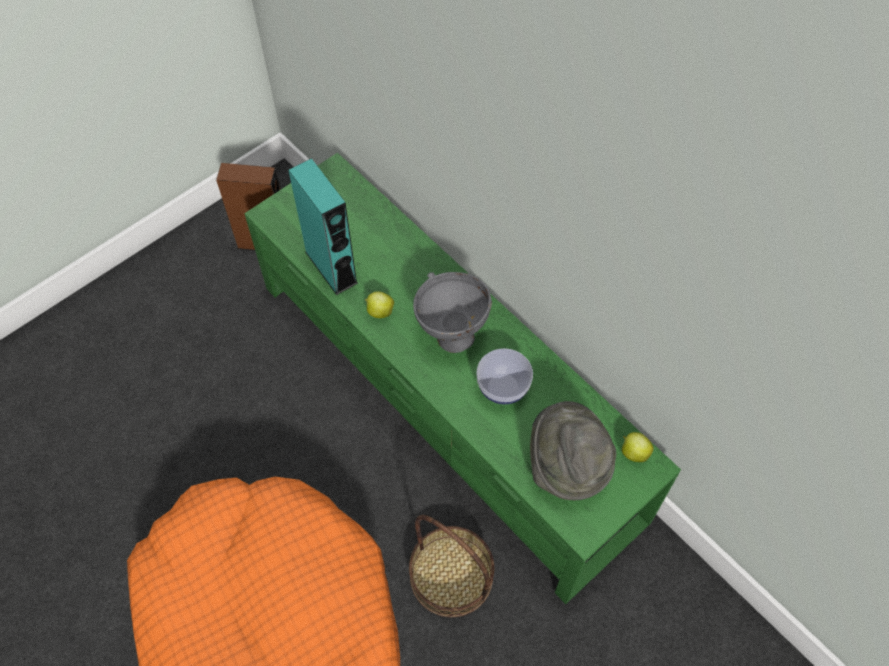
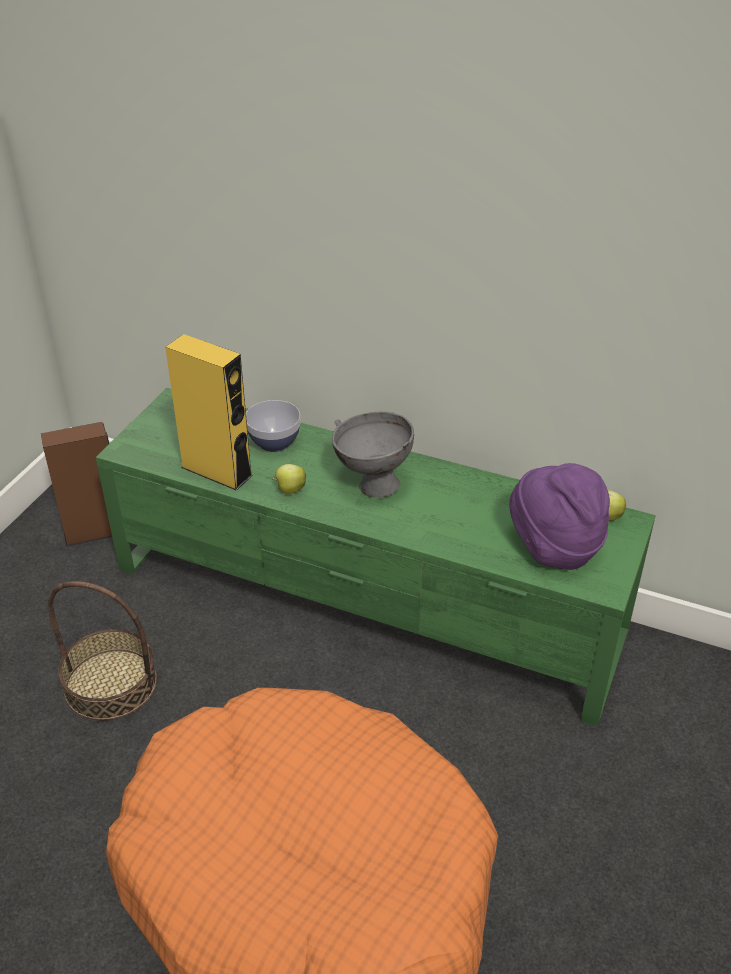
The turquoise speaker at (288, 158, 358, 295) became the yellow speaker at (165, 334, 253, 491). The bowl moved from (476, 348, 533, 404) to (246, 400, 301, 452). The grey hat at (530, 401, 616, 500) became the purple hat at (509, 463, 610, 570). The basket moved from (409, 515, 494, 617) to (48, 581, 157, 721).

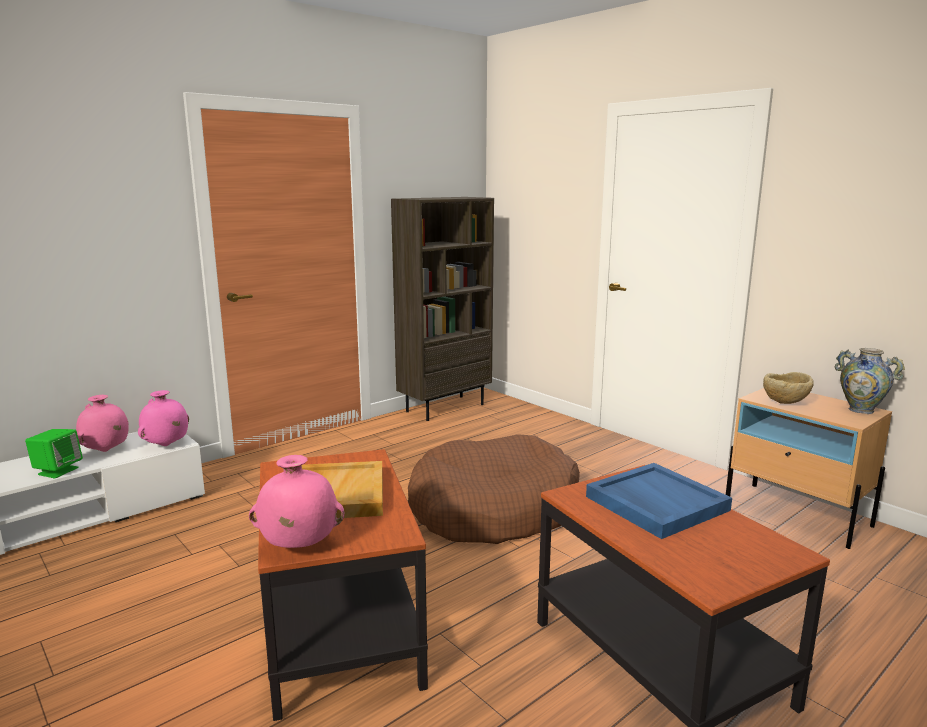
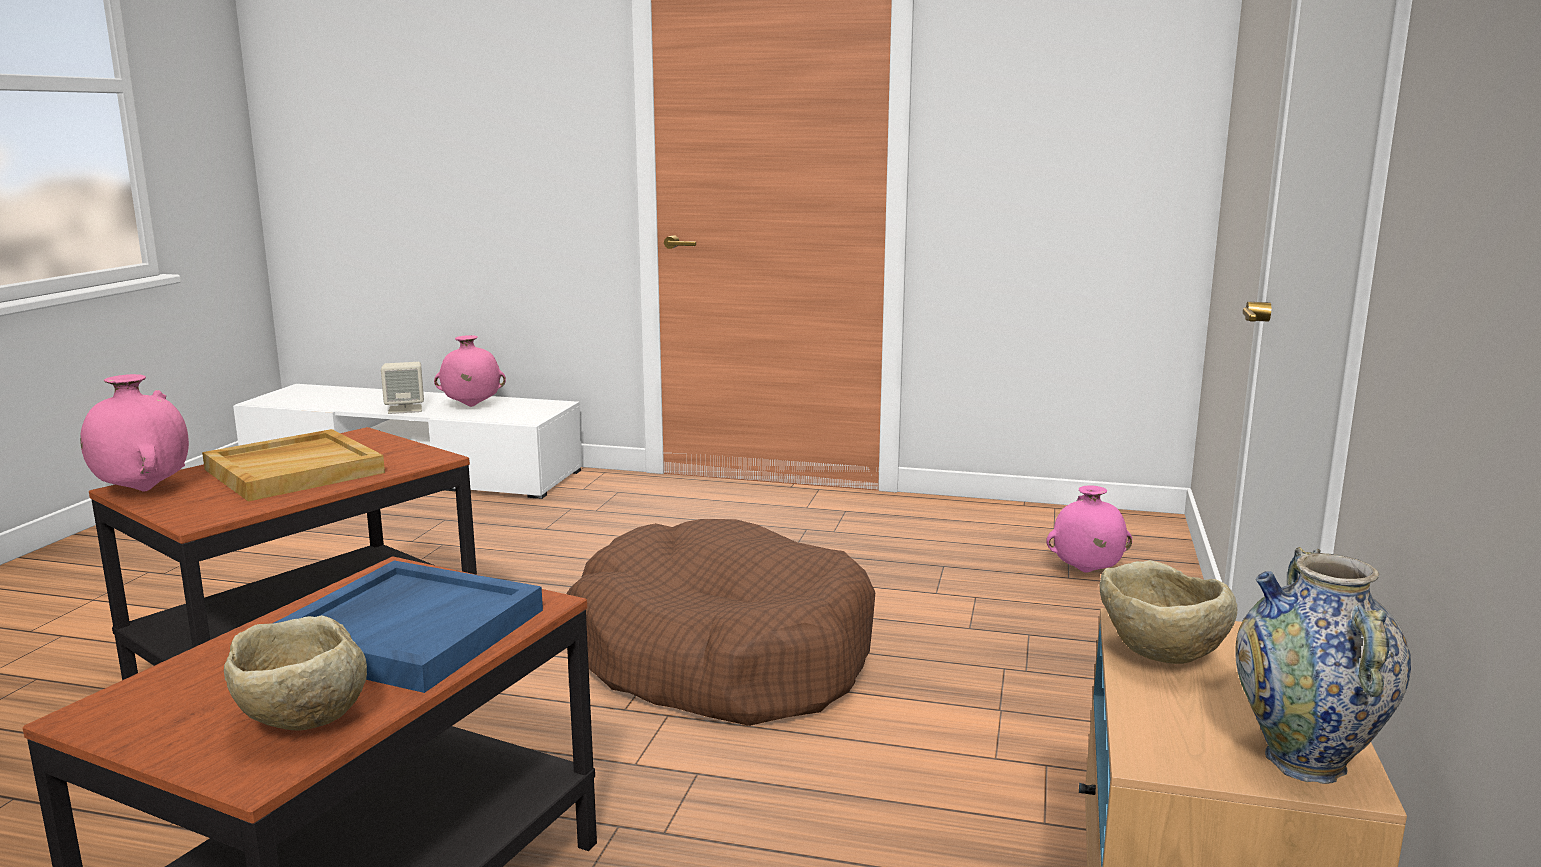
The brown bookcase at (391, 197, 494, 421) disappeared. The pink vase moved from (138, 390, 189, 446) to (1046, 485, 1132, 573). The green speaker at (25, 429, 83, 479) became the beige speaker at (381, 362, 424, 414). The beige bowl at (224, 615, 367, 731) appeared.

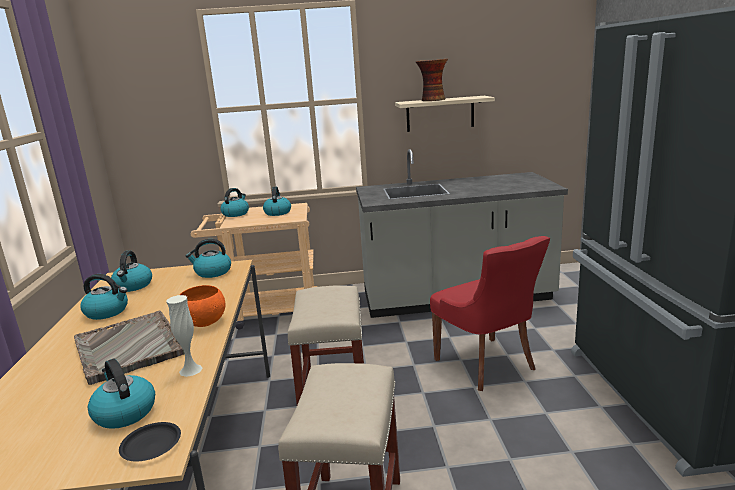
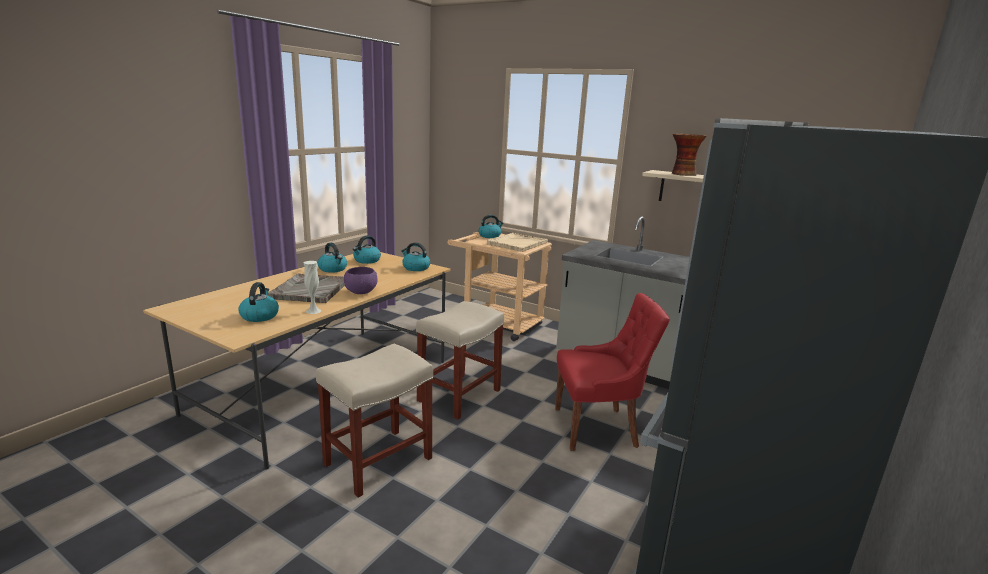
The kettle at (263, 187, 291, 216) was replaced by the beige tray at (487, 233, 548, 252). The red chair at (430, 236, 550, 391) turned 105 degrees counterclockwise. The orange bowl at (180, 285, 225, 327) became the purple bowl at (344, 267, 378, 294). The black plate at (119, 422, 181, 461) disappeared.

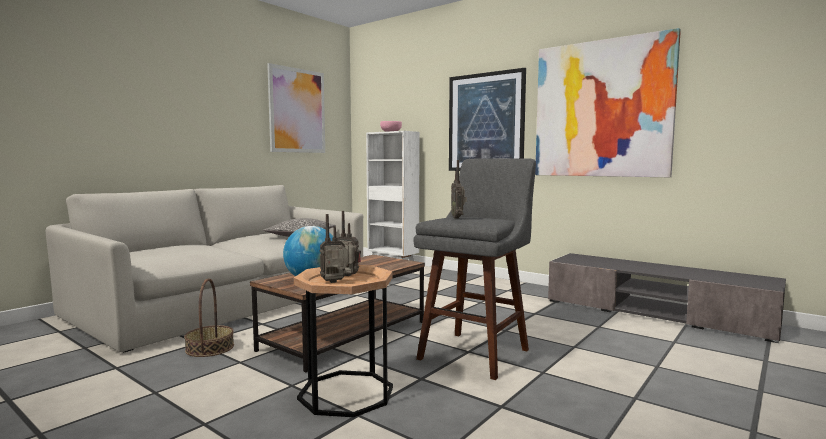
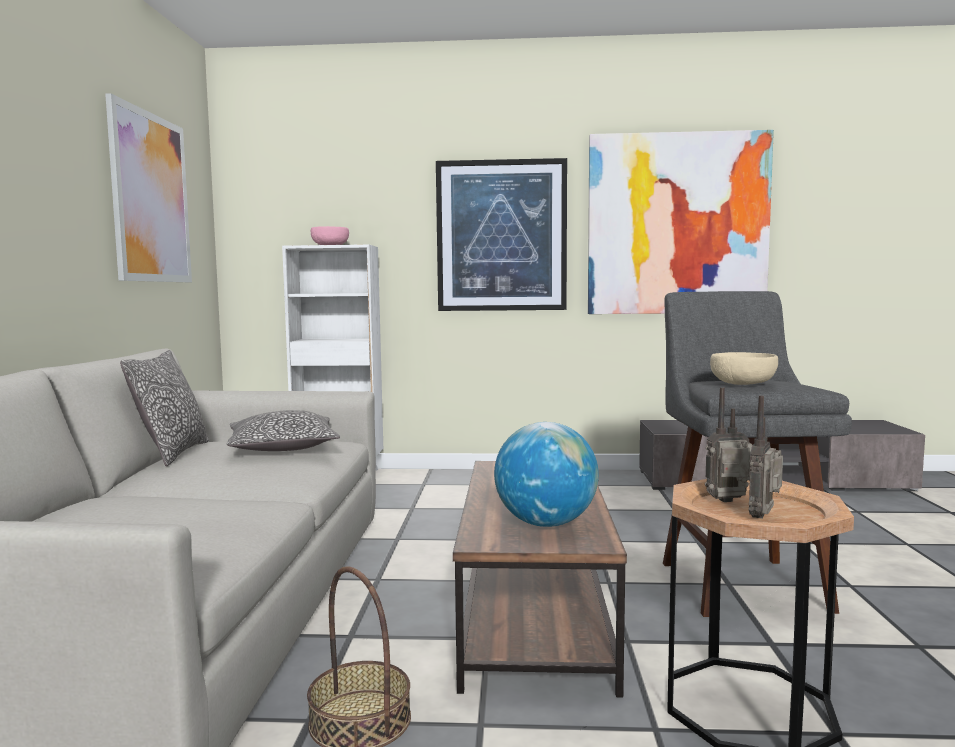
The radio at (451, 160, 467, 219) was replaced by the beige bowl at (710, 352, 778, 385). The pillow at (120, 350, 209, 466) appeared.

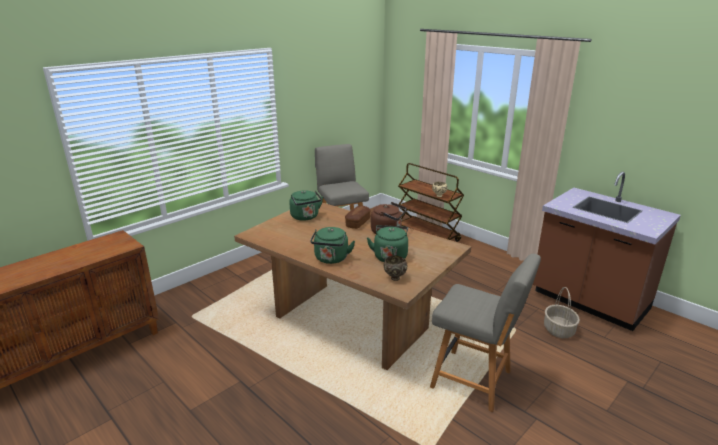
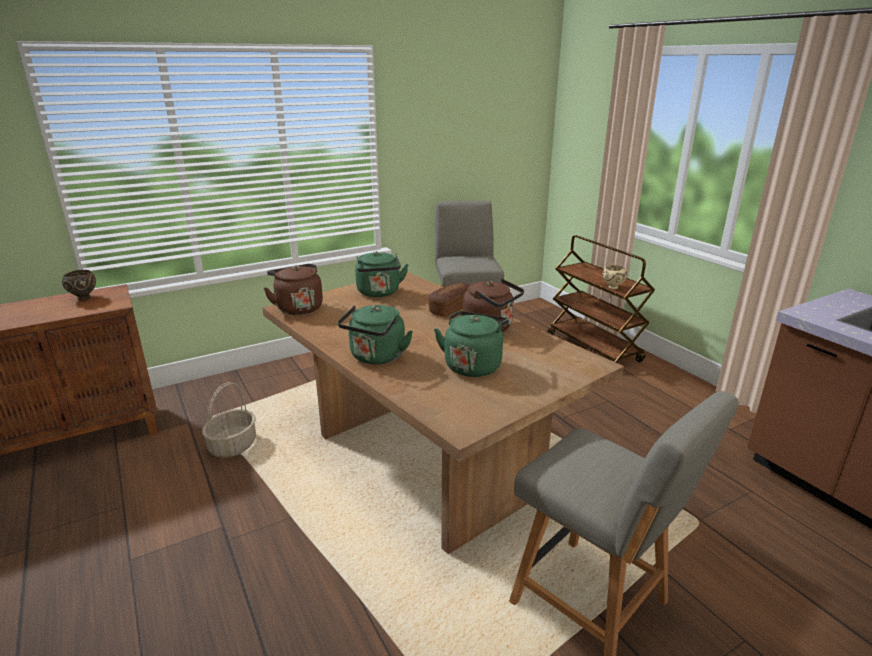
The brown bowl moved from (383, 256, 407, 281) to (62, 270, 96, 300). The basket moved from (544, 287, 580, 338) to (202, 382, 256, 458). The brown kettle at (264, 264, 323, 315) appeared.

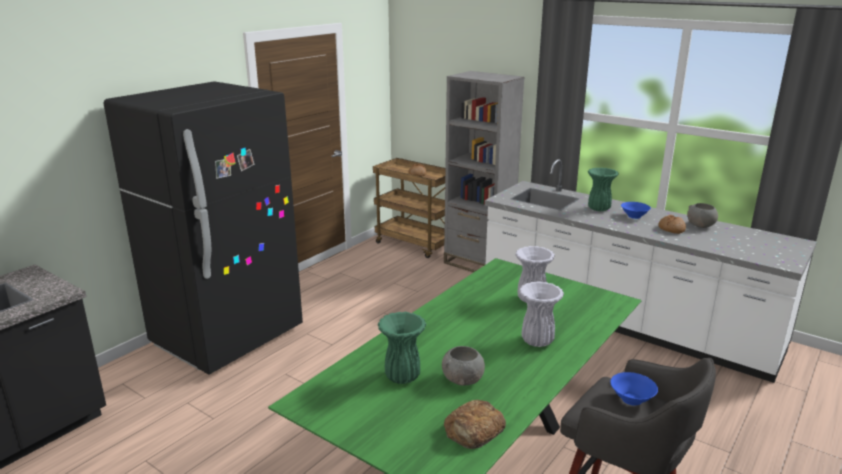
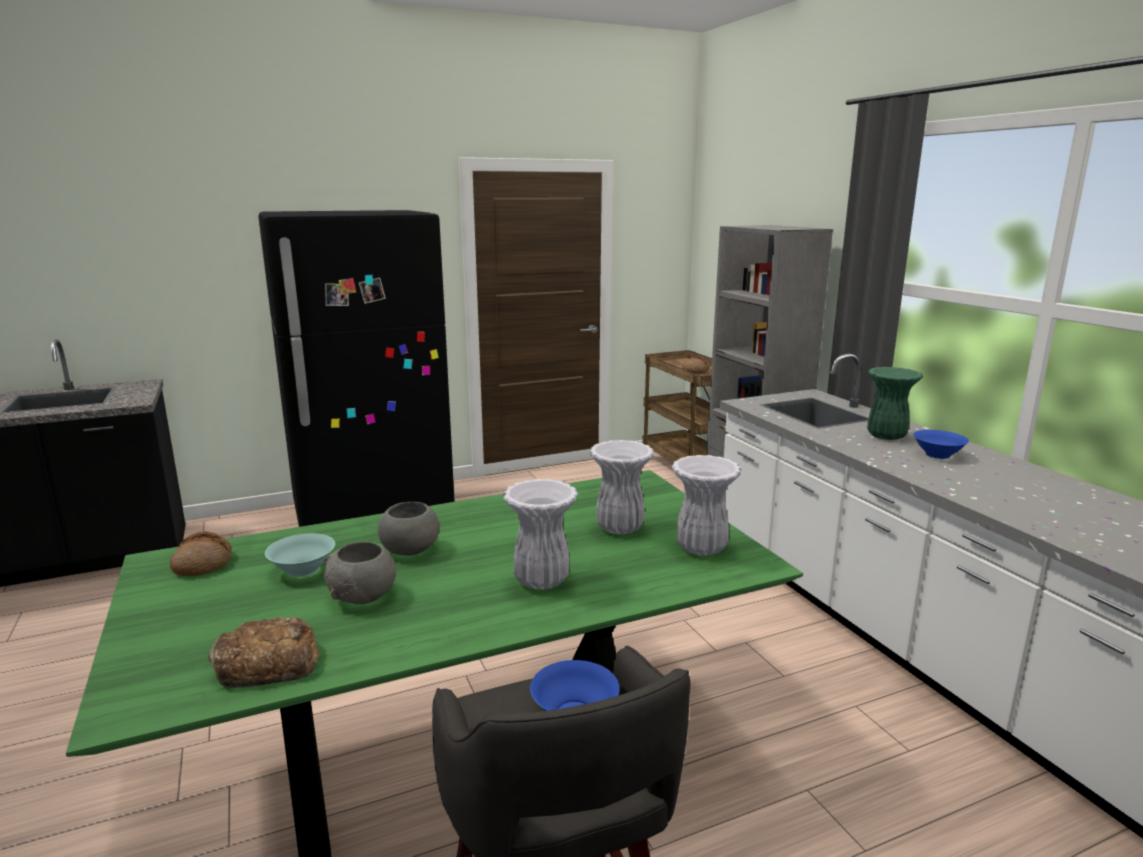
The grey bowl moved from (687, 203, 718, 228) to (378, 502, 440, 556). The bread moved from (658, 215, 686, 234) to (170, 532, 232, 576). The green vase at (378, 312, 426, 384) was replaced by the turquoise bowl at (265, 533, 335, 577). The white vase at (672, 455, 741, 556) appeared.

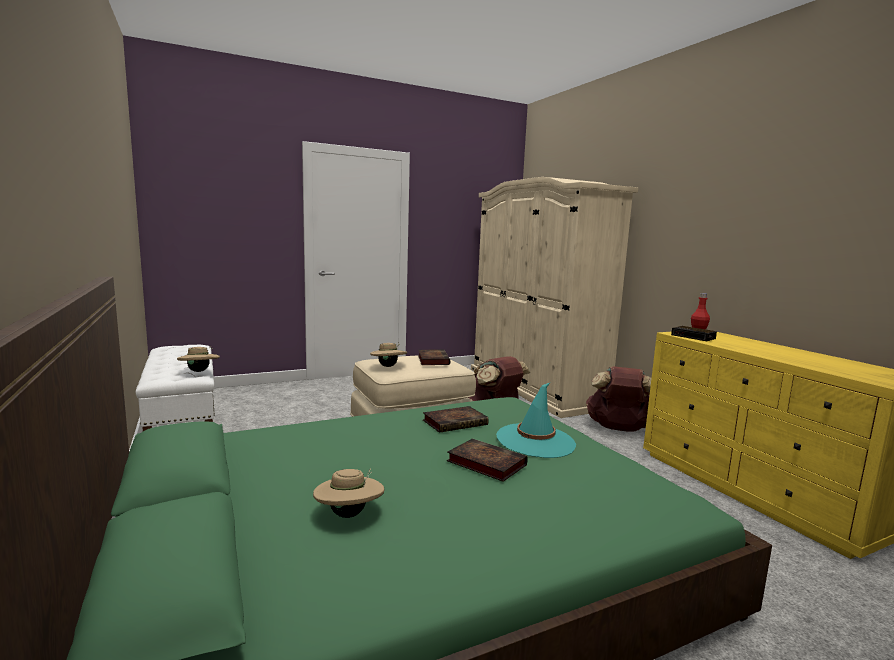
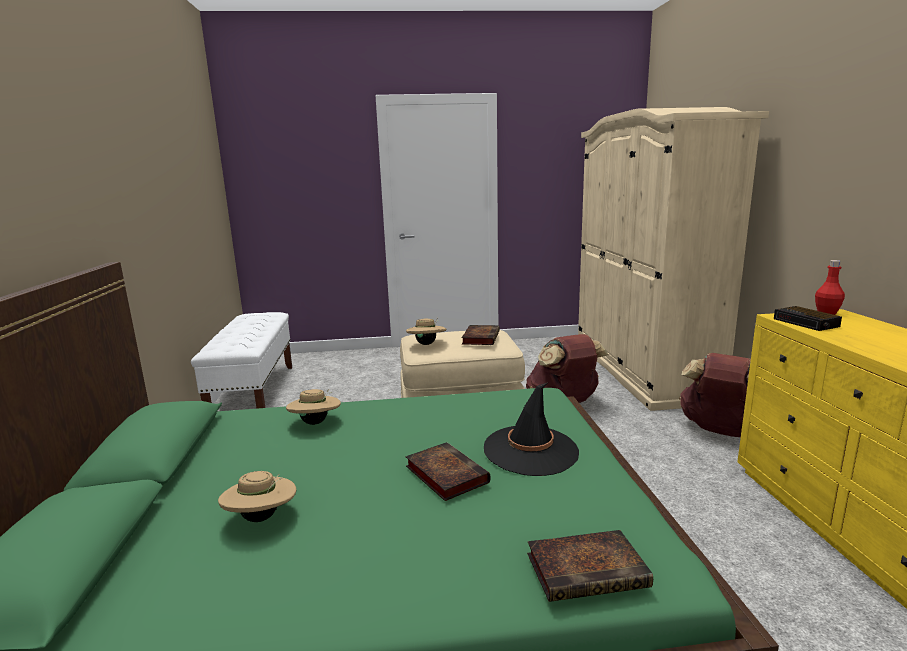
The beige hat moved from (177, 346, 220, 372) to (286, 389, 341, 425). The turquoise hat at (496, 382, 576, 458) became the black hat at (484, 382, 579, 476). The book moved from (423, 406, 489, 433) to (527, 530, 653, 602).

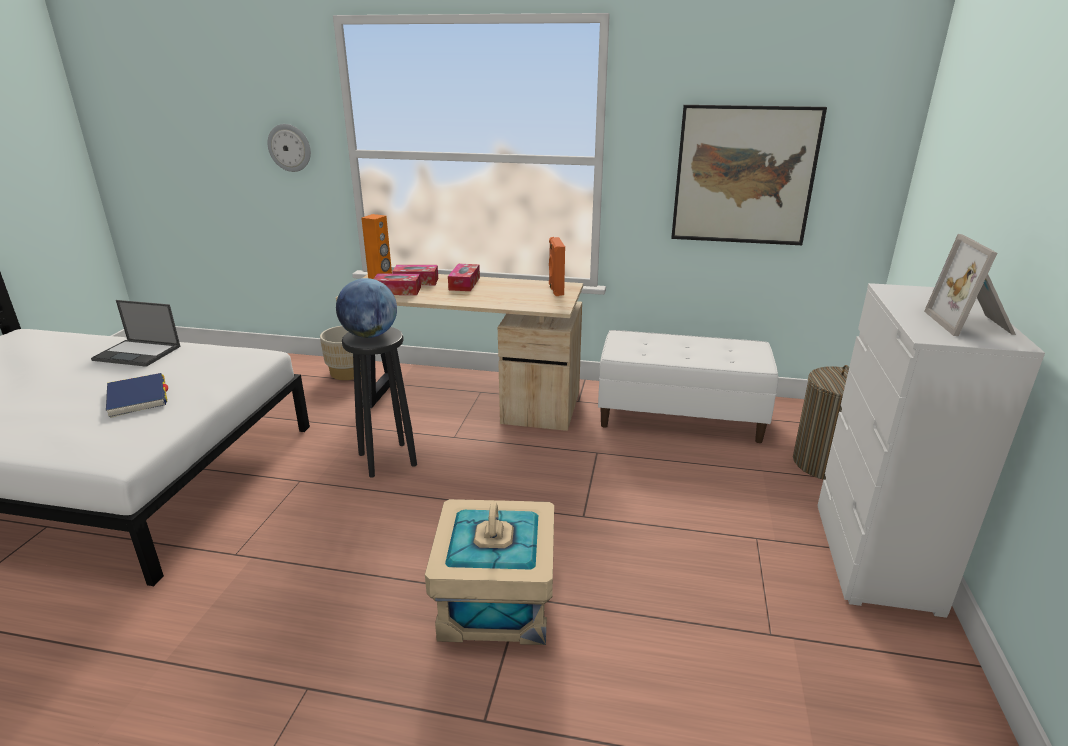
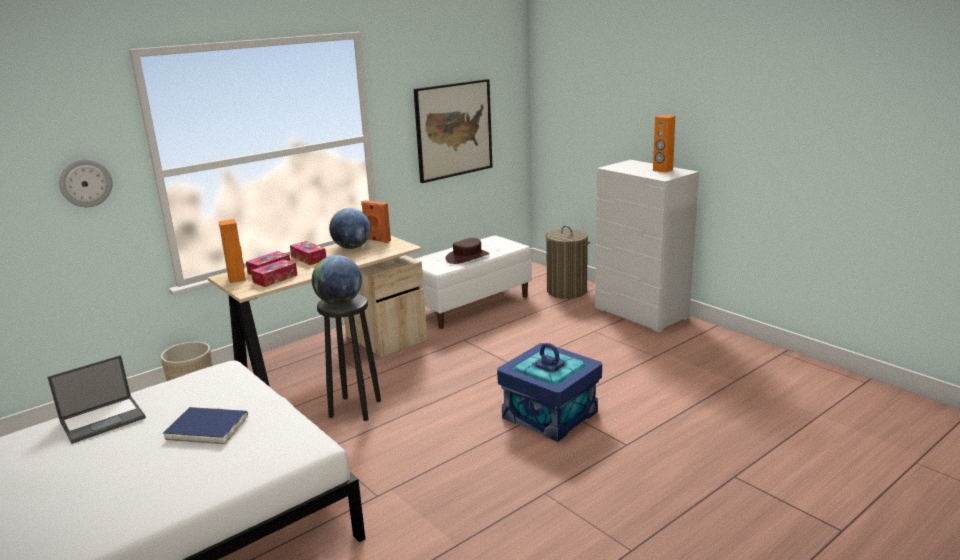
The picture frame at (924, 234, 1016, 336) was replaced by the orange speaker at (653, 115, 675, 173). The beige storage box at (425, 499, 554, 645) became the blue storage box at (497, 343, 602, 442). The globe at (329, 208, 371, 249) appeared. The brown hat at (445, 238, 489, 264) appeared.

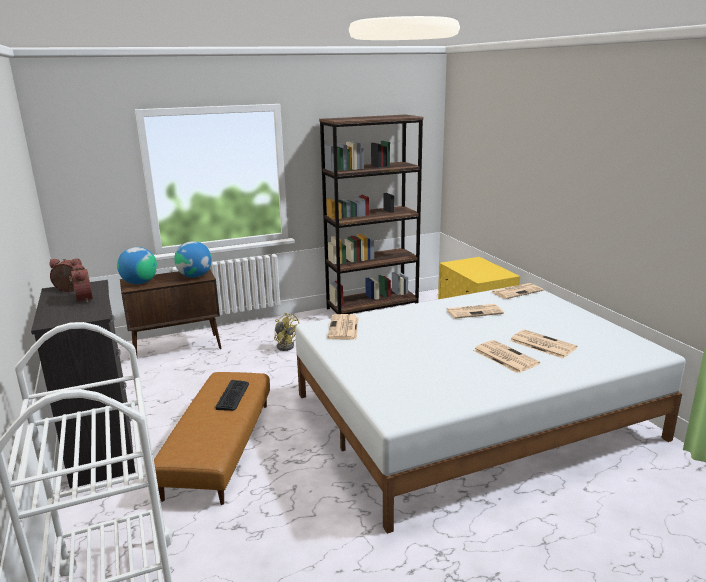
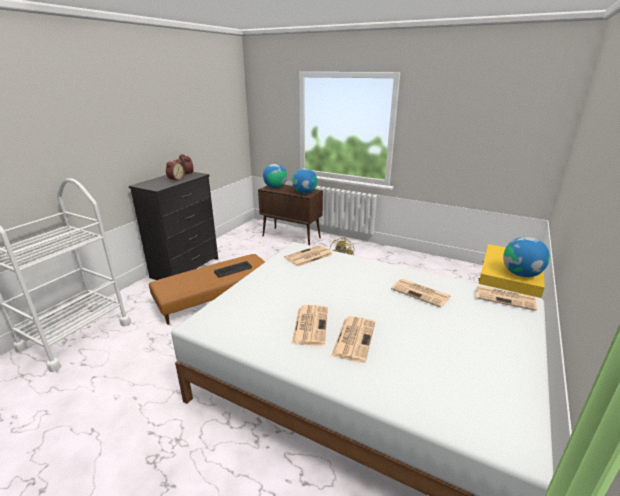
The brown bookcase at (319, 115, 423, 314) disappeared. The newspaper moved from (510, 329, 577, 359) to (292, 305, 328, 346). The globe at (503, 237, 550, 277) appeared.

